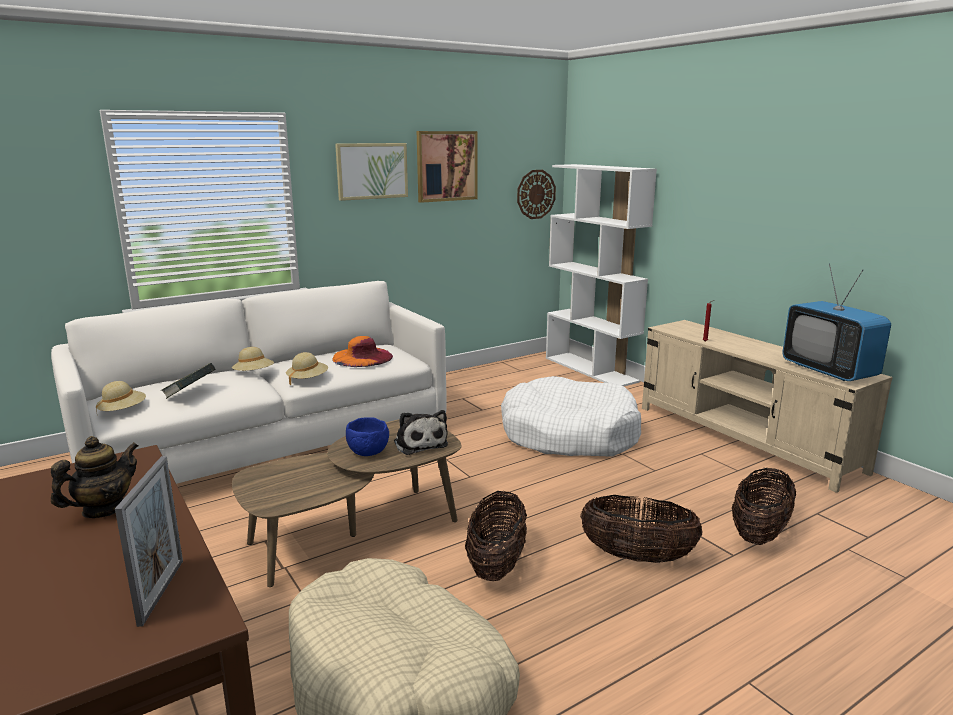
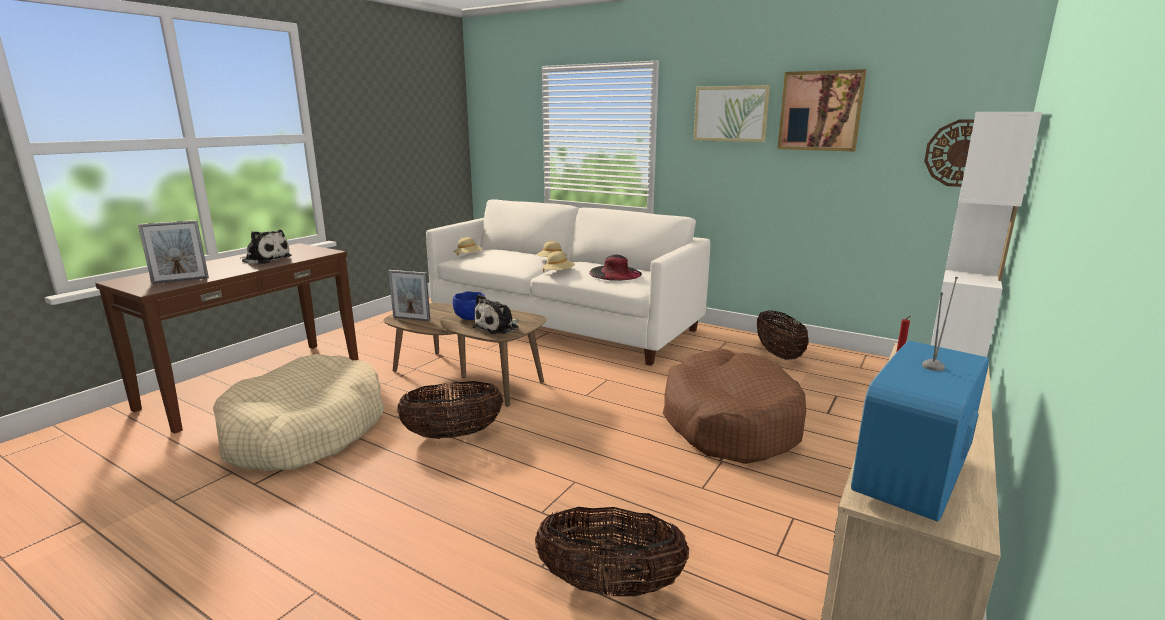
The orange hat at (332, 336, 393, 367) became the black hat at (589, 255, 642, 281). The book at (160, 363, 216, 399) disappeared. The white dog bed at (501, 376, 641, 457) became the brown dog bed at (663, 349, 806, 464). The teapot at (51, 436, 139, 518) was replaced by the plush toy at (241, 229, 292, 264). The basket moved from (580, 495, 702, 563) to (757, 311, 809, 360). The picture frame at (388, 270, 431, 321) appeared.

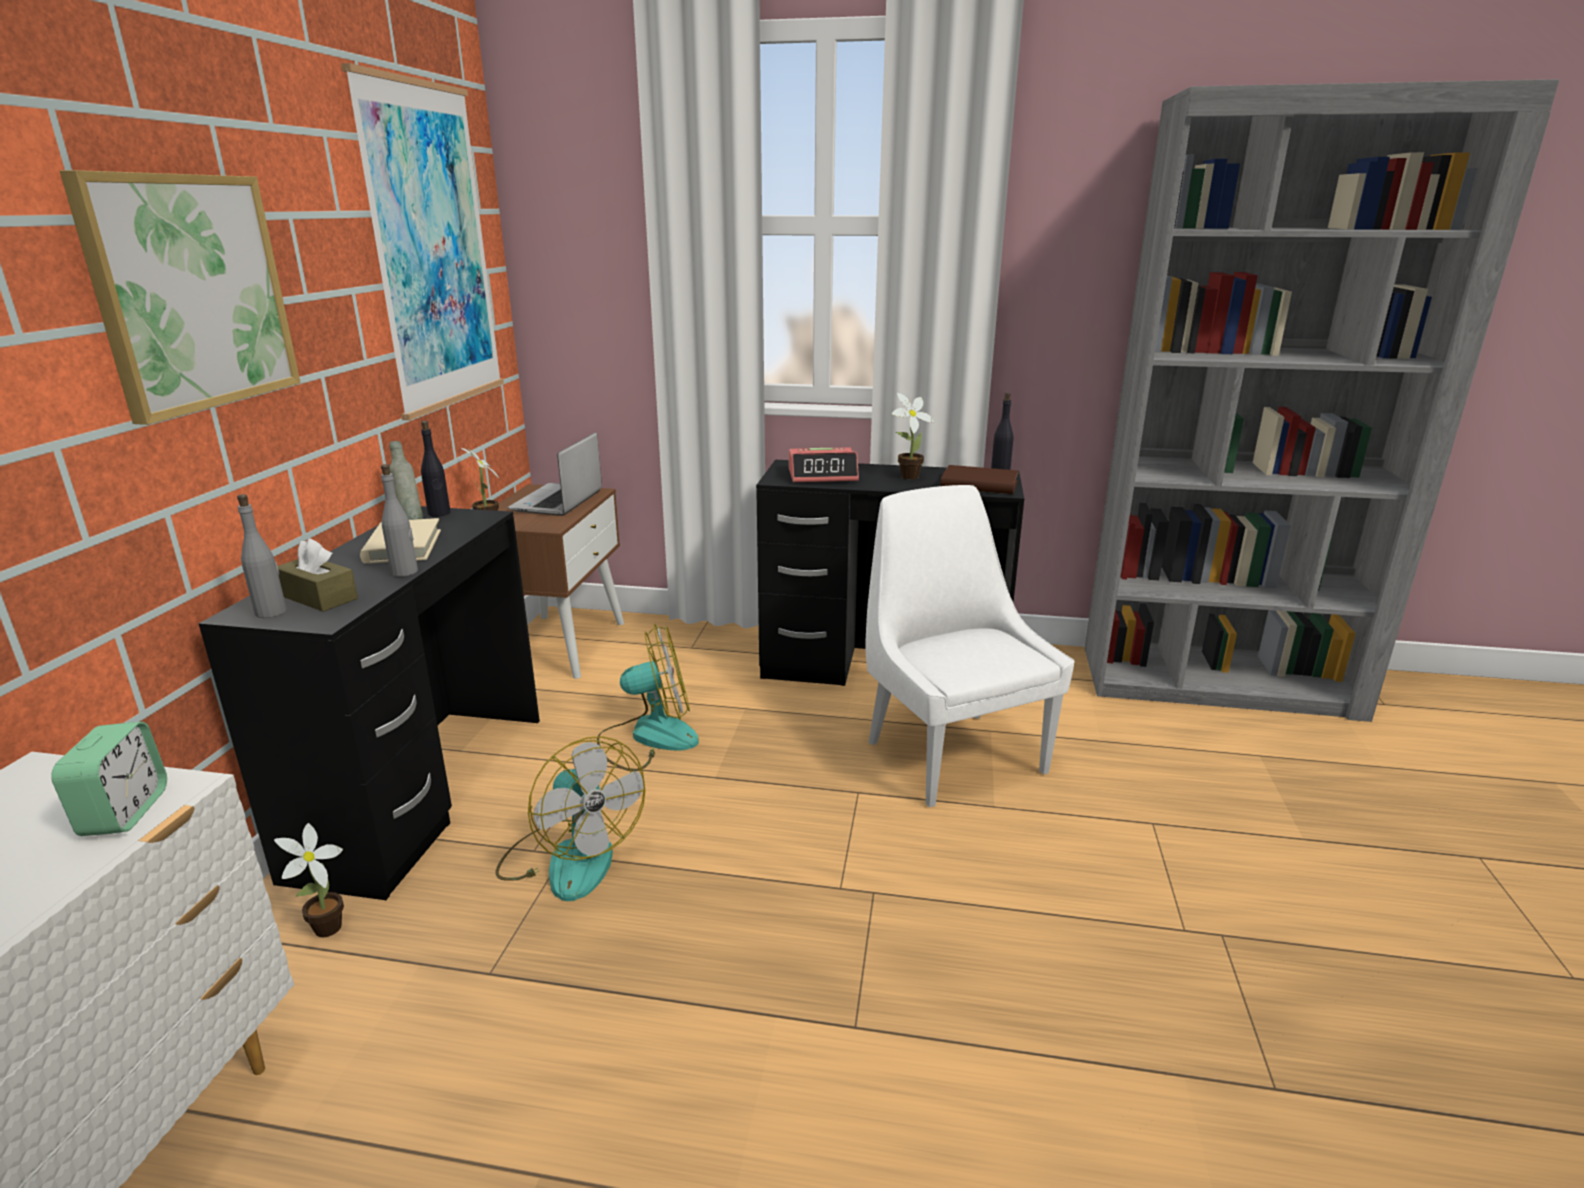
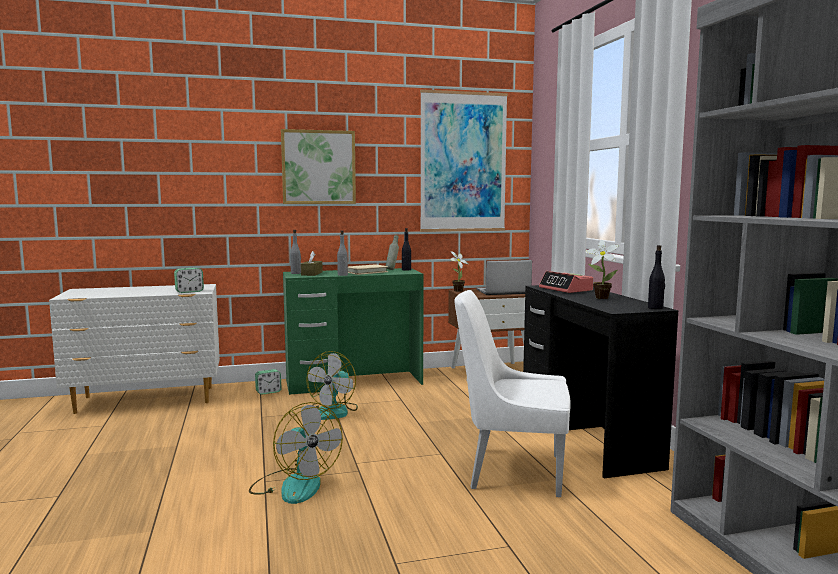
The brown book at (941, 465, 1019, 494) disappeared. The white chair at (866, 485, 1075, 807) turned 120 degrees counterclockwise. The black desk at (199, 506, 540, 900) became the green desk at (283, 268, 423, 395). The fan moved from (597, 624, 699, 771) to (249, 402, 343, 504). The potted plant at (274, 823, 344, 937) was replaced by the alarm clock at (255, 369, 282, 395).

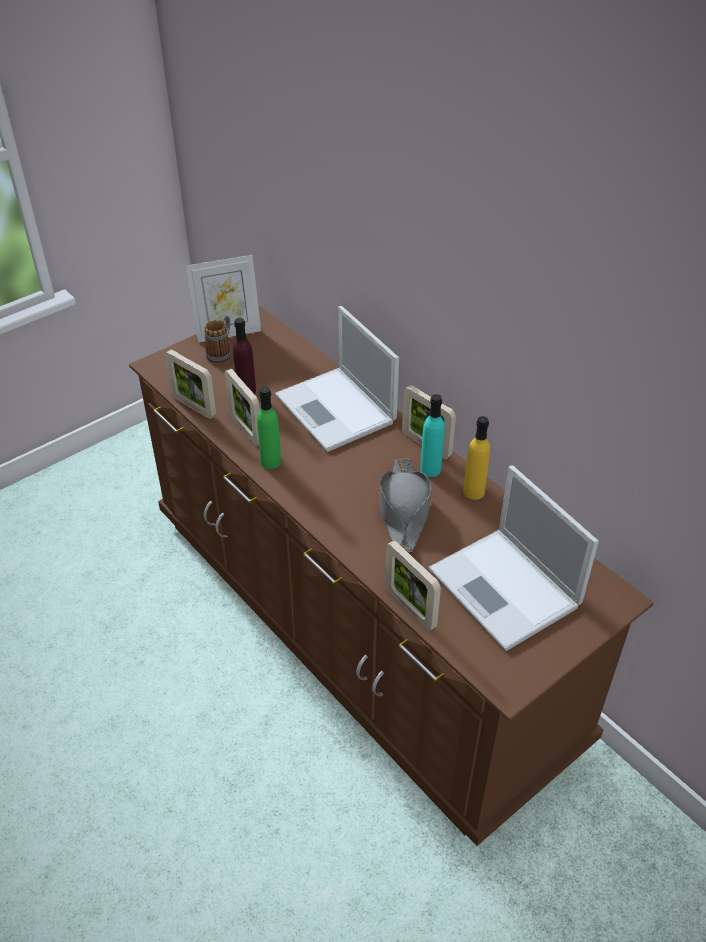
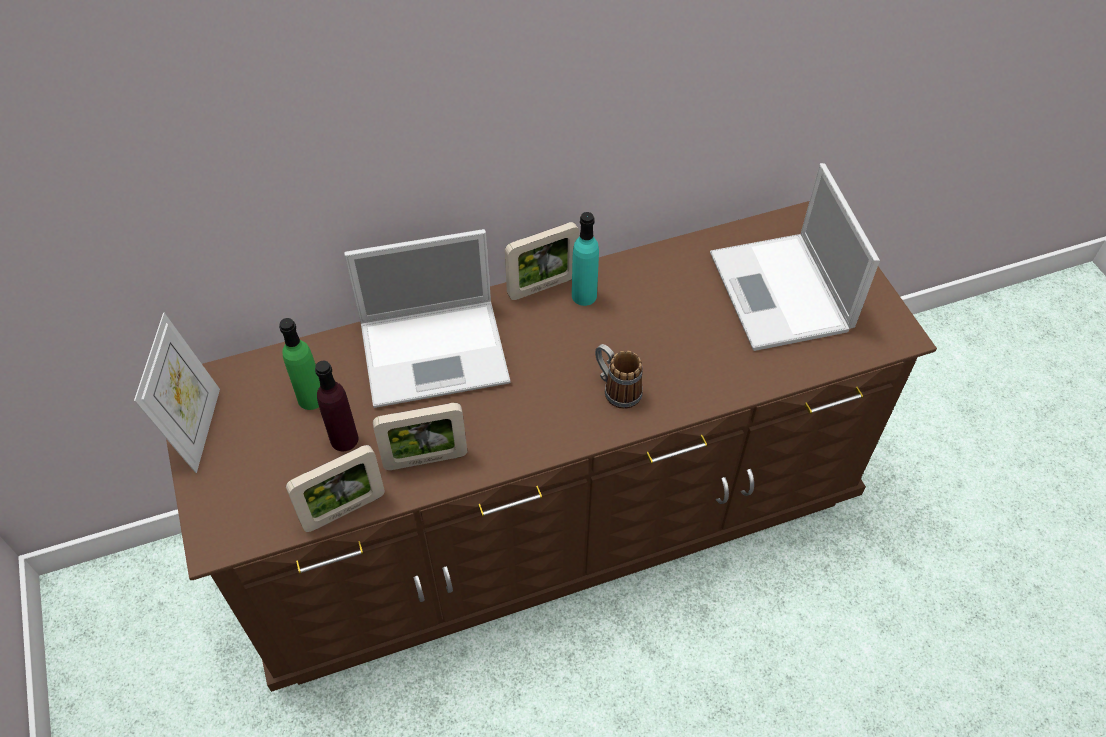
The mug moved from (204, 315, 231, 363) to (595, 344, 643, 409). The green bottle moved from (257, 387, 281, 469) to (279, 318, 320, 410). The yellow bottle at (463, 416, 490, 500) disappeared. The grey hat at (380, 458, 432, 553) disappeared. The laptop at (429, 465, 599, 651) turned 90 degrees clockwise. The picture frame at (385, 541, 441, 631) disappeared.

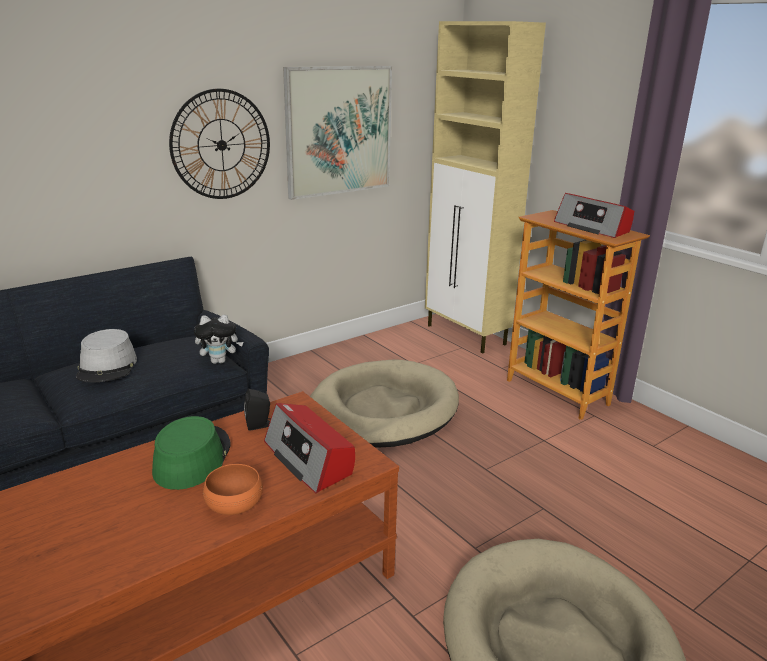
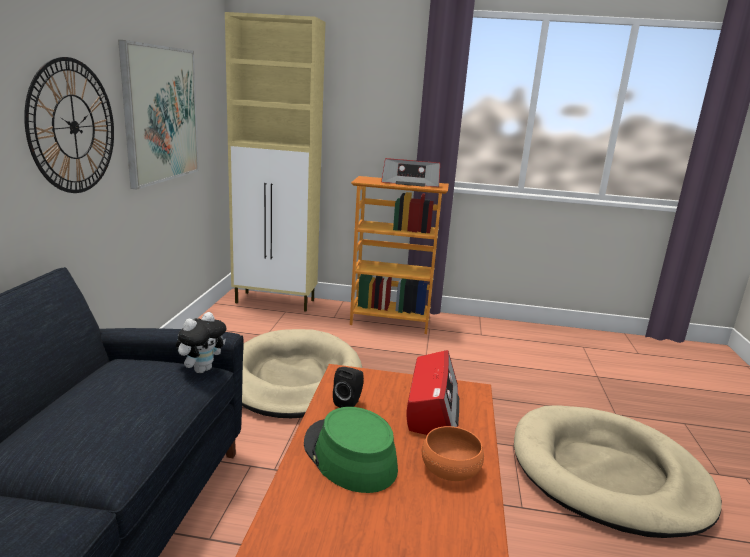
The grey hat at (76, 329, 137, 382) disappeared. The radio at (264, 403, 355, 493) turned 90 degrees counterclockwise.

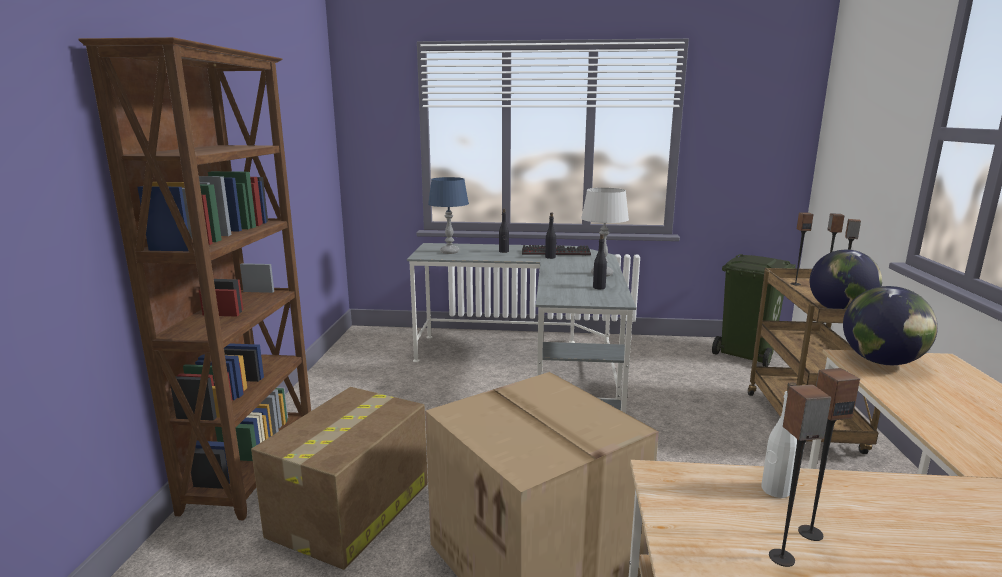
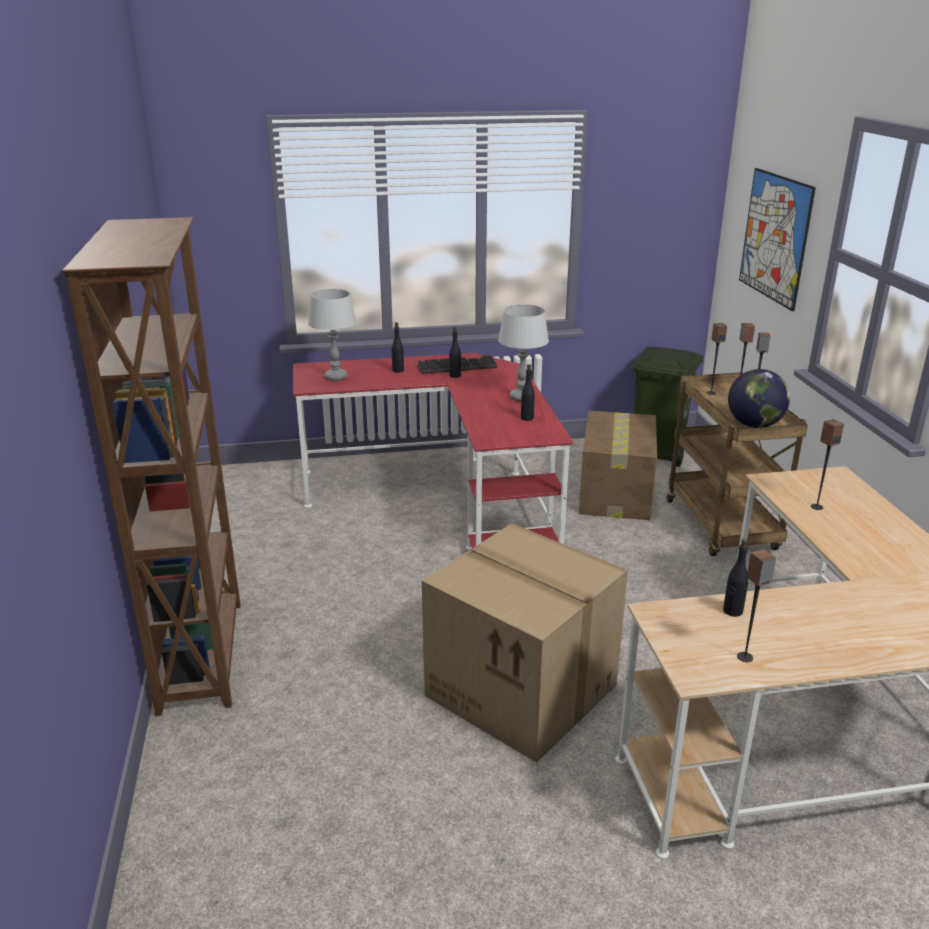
The blue table lamp at (428, 177, 469, 254) became the grey table lamp at (308, 289, 356, 381). The grey desk at (407, 243, 636, 413) became the red desk at (293, 353, 574, 550). The globe at (843, 286, 938, 365) disappeared. The speaker moved from (798, 368, 860, 541) to (811, 419, 844, 510). The white bottle at (761, 382, 797, 498) became the black bottle at (723, 538, 748, 617). The cardboard box moved from (251, 387, 428, 570) to (579, 411, 657, 520). The picture at (739, 168, 816, 312) appeared.

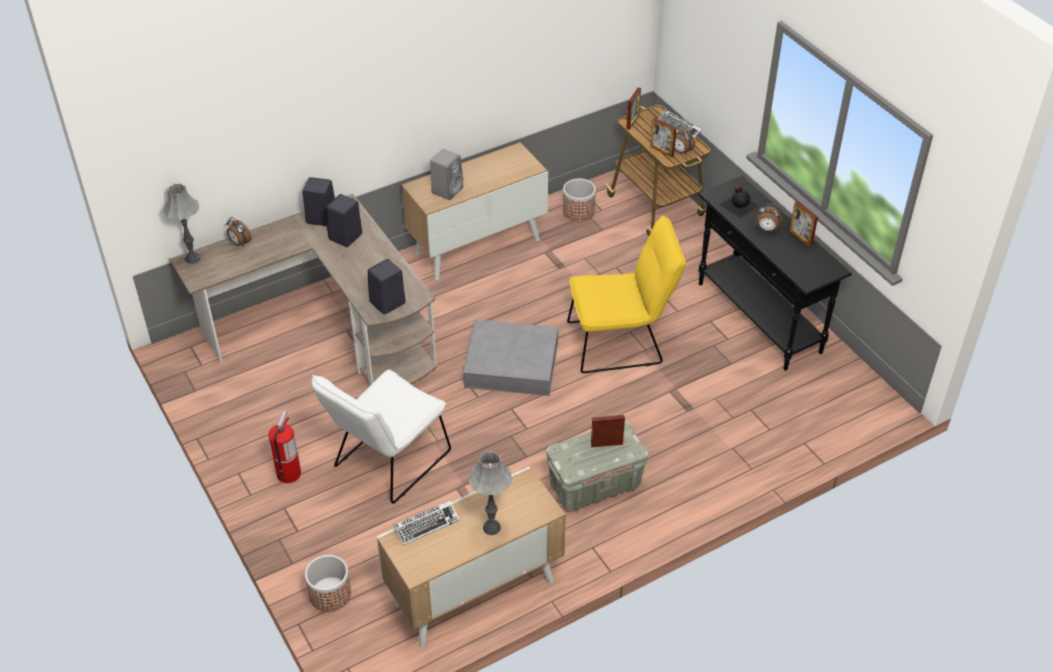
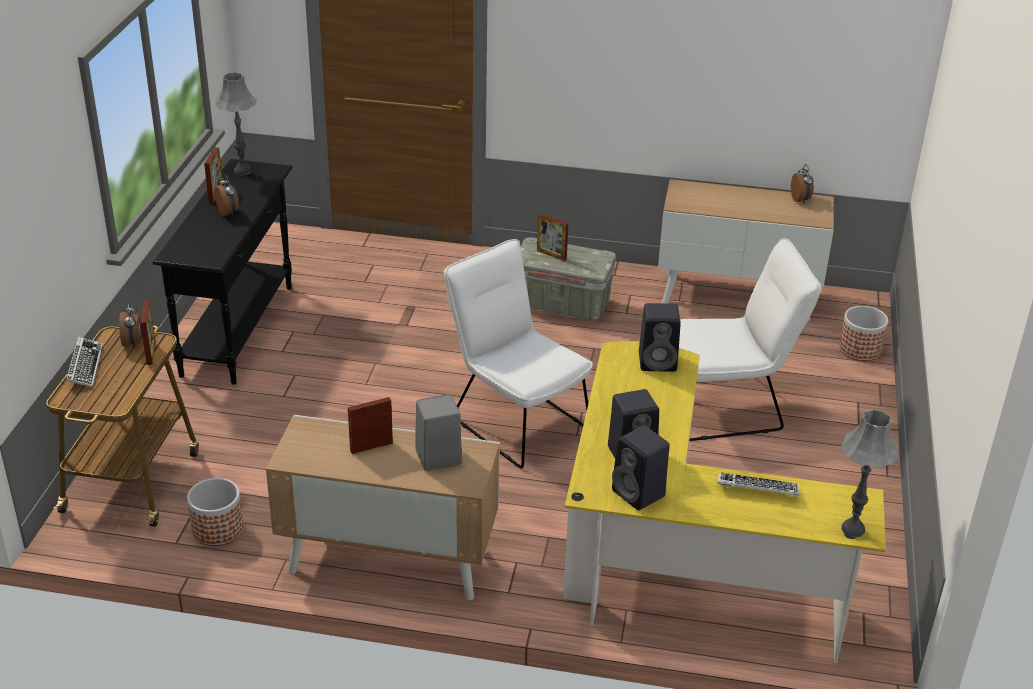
The picture frame moved from (626, 88, 641, 130) to (348, 397, 393, 454). The black bottle at (720, 186, 758, 218) disappeared. The brown desk at (169, 194, 437, 386) became the yellow desk at (563, 341, 886, 663). The yellow chair at (567, 215, 686, 373) disappeared. The alarm clock moved from (226, 217, 252, 247) to (791, 164, 814, 204). The grey storage box at (463, 320, 558, 396) was replaced by the white chair at (444, 239, 593, 468). The fire extinguisher at (268, 411, 301, 483) disappeared. The grey table lamp moved from (468, 451, 512, 535) to (215, 72, 257, 176). The keyboard moved from (393, 500, 459, 546) to (718, 473, 799, 497).

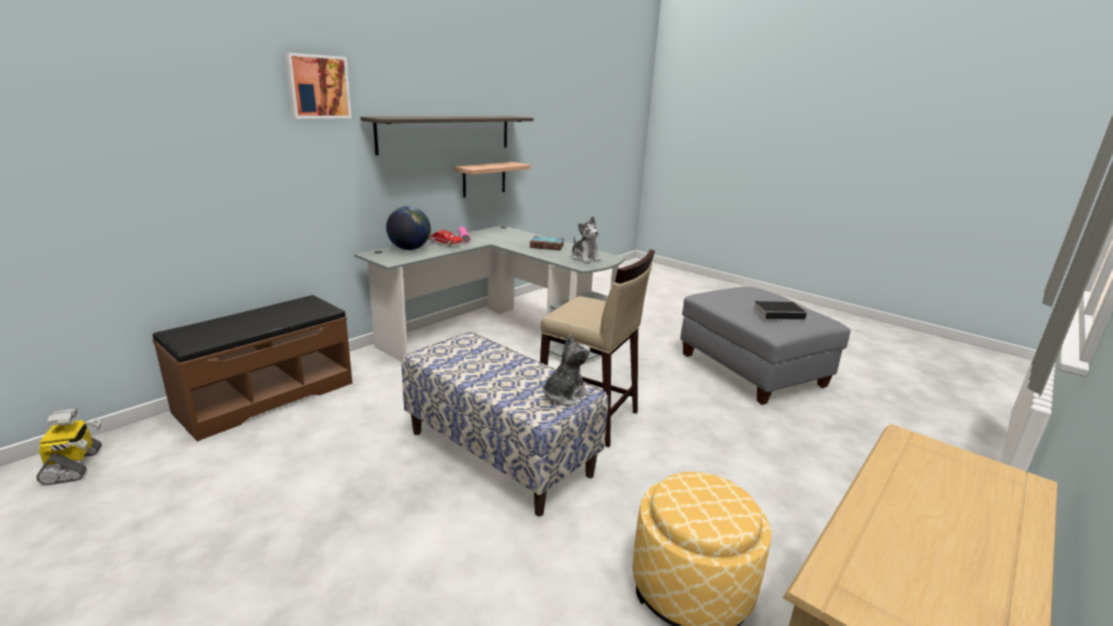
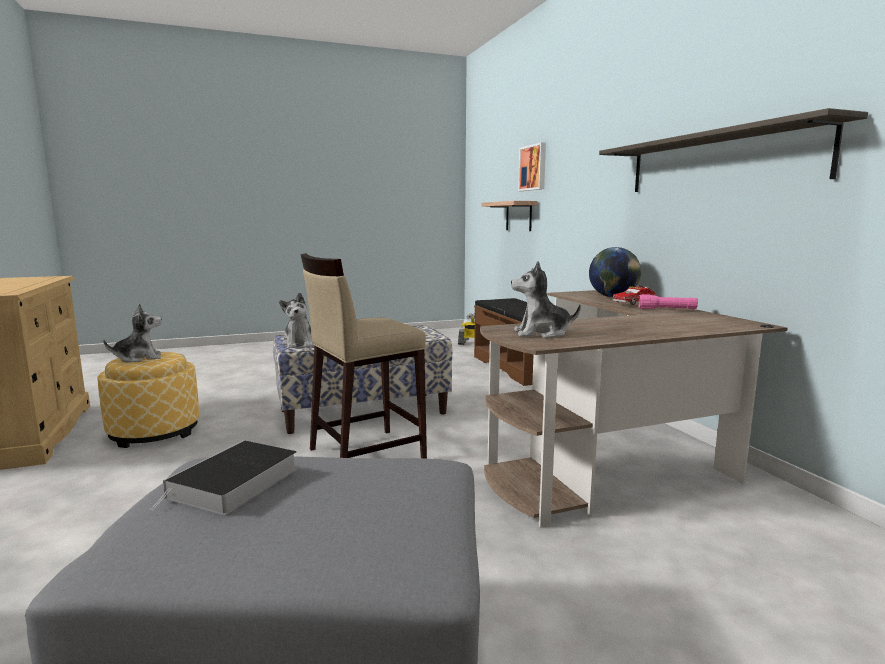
The picture moved from (285, 53, 352, 119) to (518, 142, 546, 191). The shelf moved from (454, 162, 531, 198) to (481, 201, 538, 231). The grey desk at (354, 225, 625, 362) became the brown desk at (480, 290, 788, 528). The book at (530, 236, 564, 251) disappeared. The plush toy at (103, 303, 162, 363) appeared.

